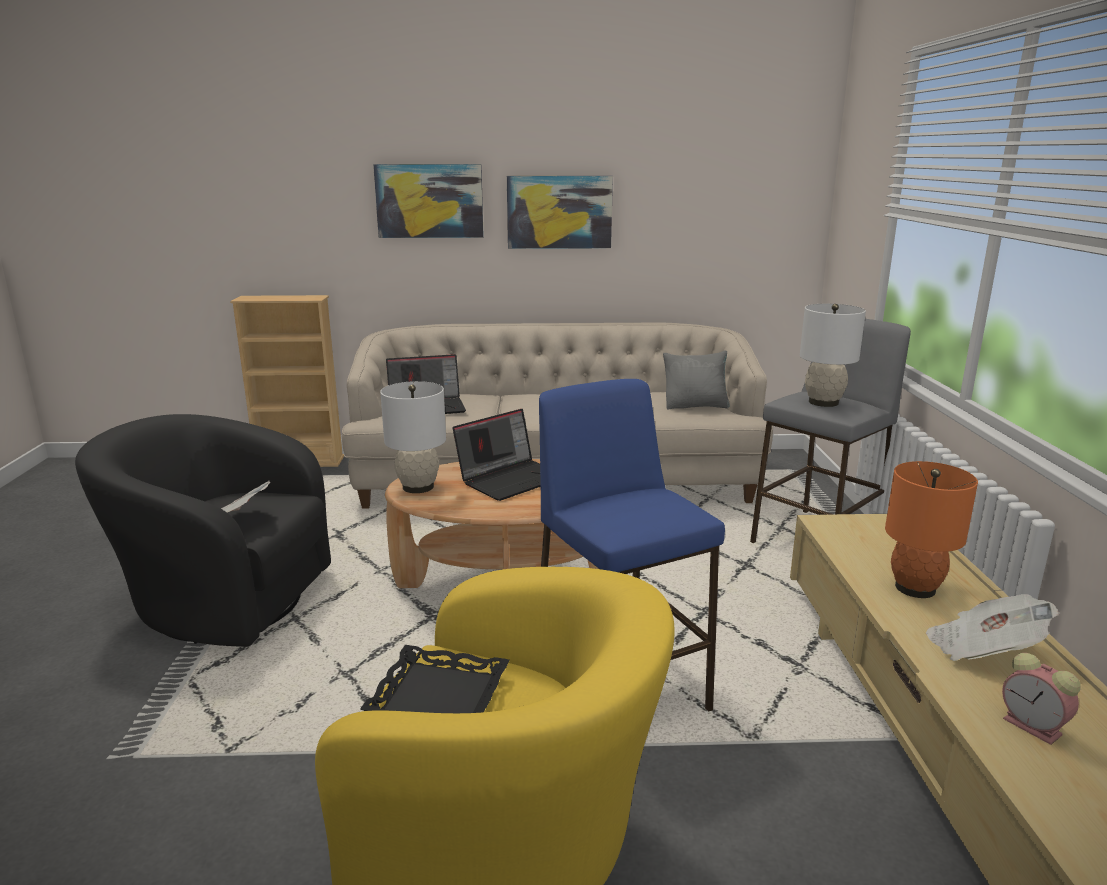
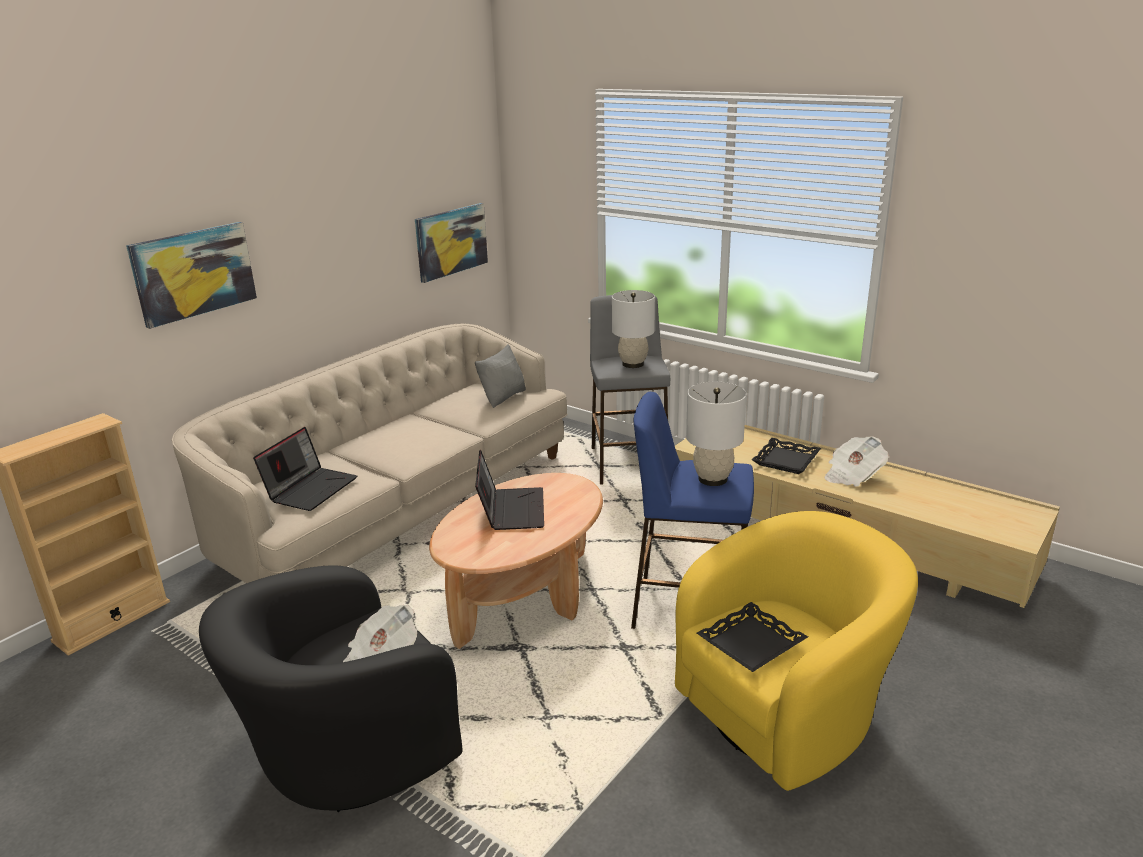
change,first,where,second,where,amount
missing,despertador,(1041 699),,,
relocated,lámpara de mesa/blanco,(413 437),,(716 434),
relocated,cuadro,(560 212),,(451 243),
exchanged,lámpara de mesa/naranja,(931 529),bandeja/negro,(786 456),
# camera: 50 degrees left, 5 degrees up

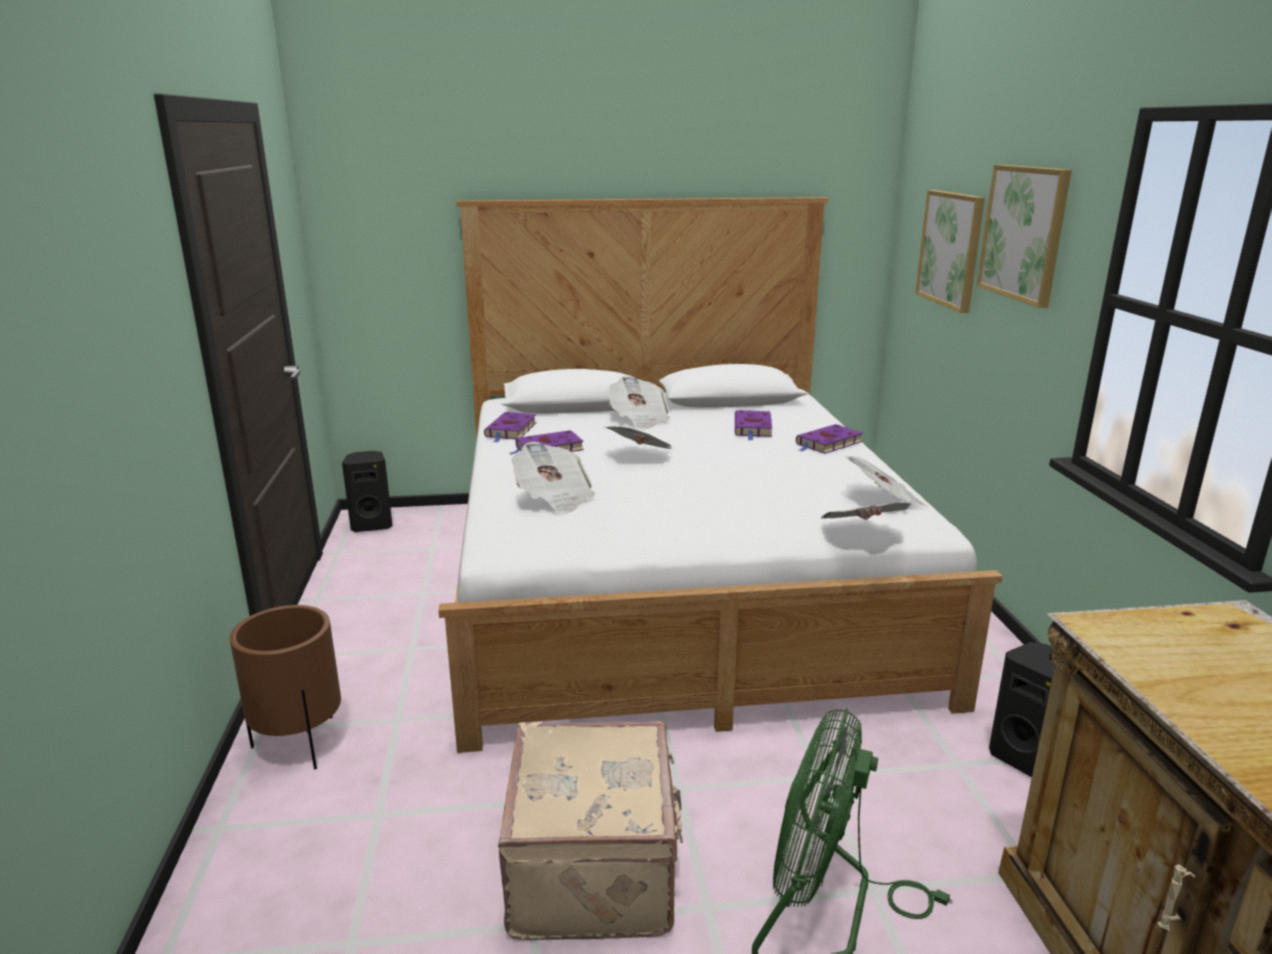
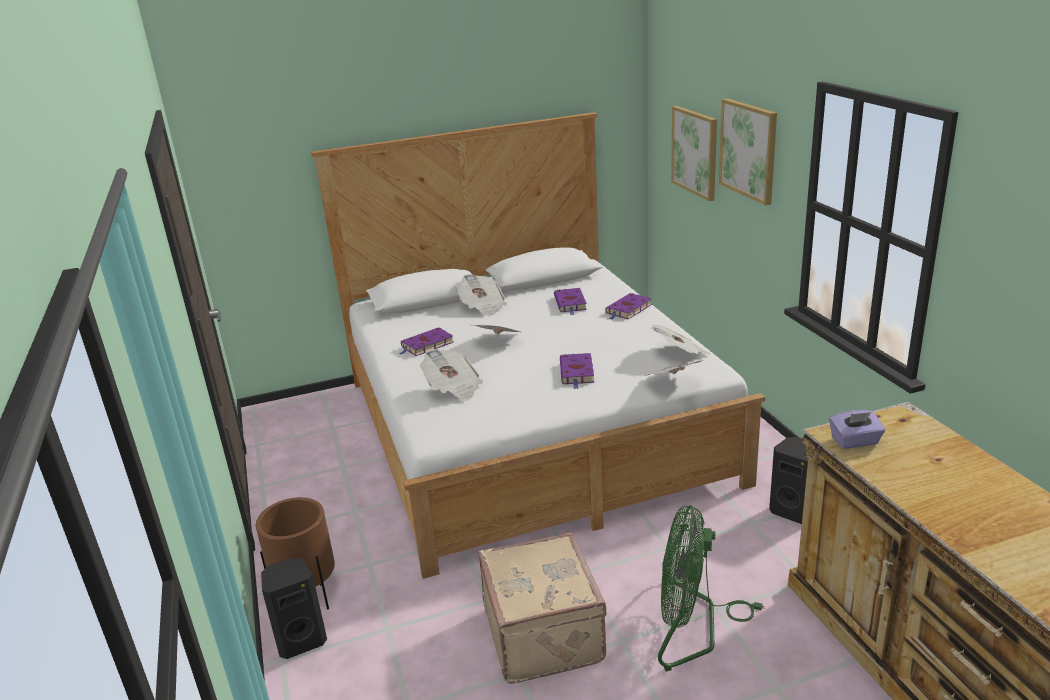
change,first,where,second,where,amount
appeared,,,caja de pañuelos/morado,(857 429),
relocated,altavoz/negro,(367 491),,(294 608),
relocated,libro/morado,(510 427),,(577 371),
# camera: 10 degrees left, 5 degrees up

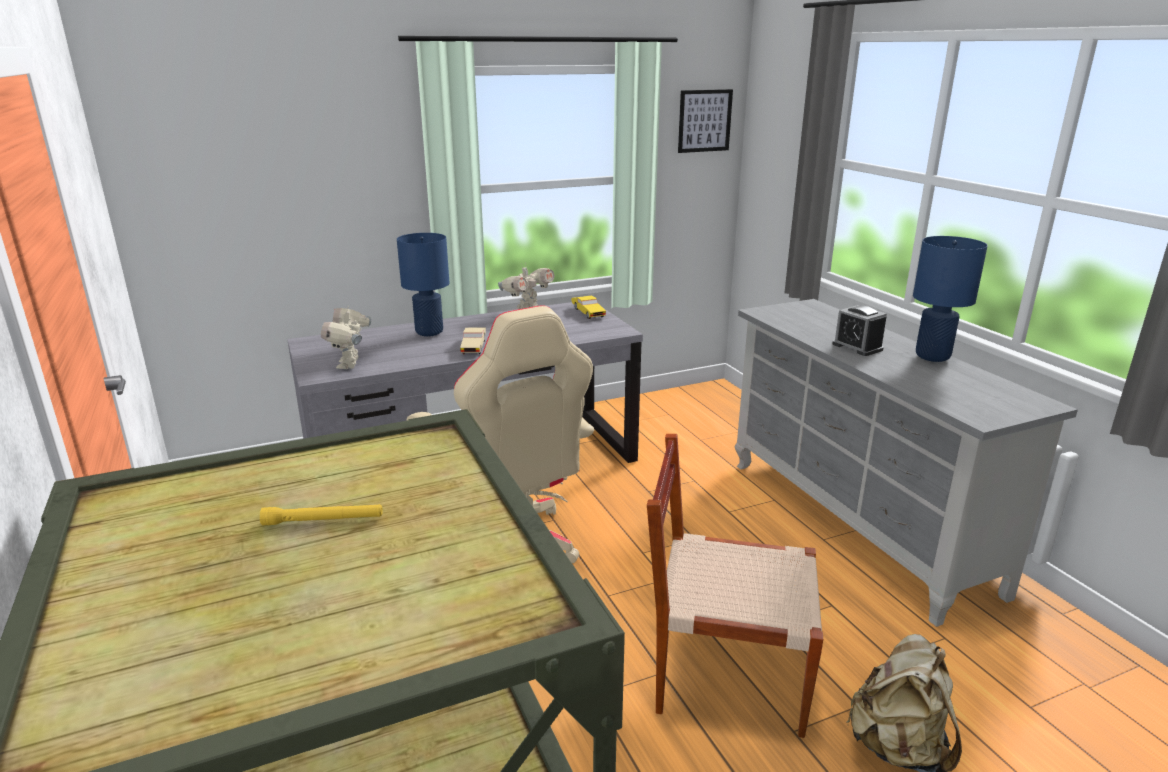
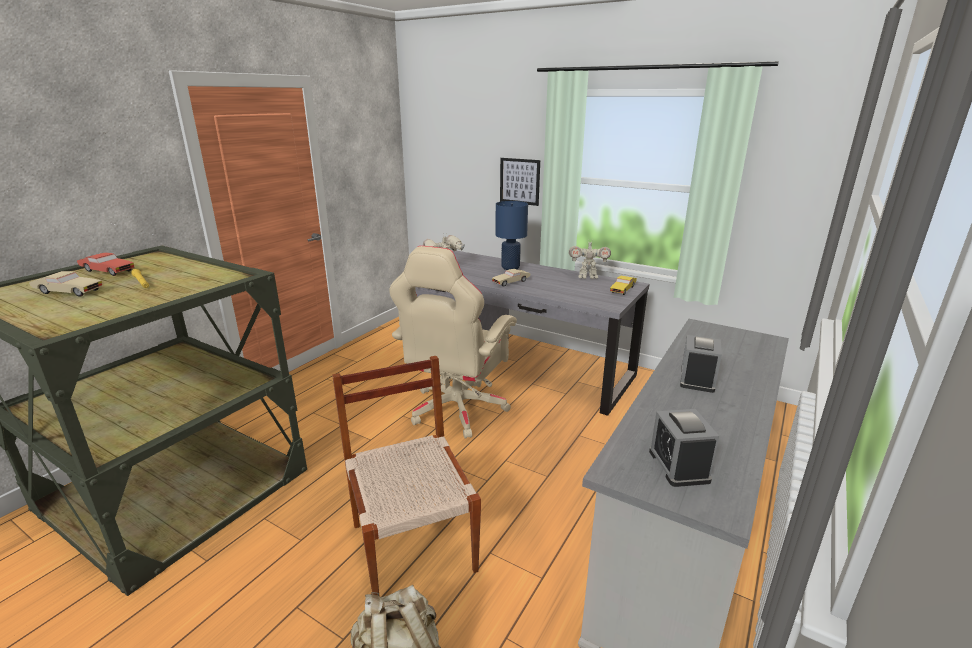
change,first,where,second,where,amount
missing,lámpara de mesa/azul,(950 299),,,
appeared,,,coche de juguete/beis,(66 284),
appeared,,,coche de juguete/rojo,(105 264),
appeared,,,despertador,(684 448),
relocated,cuadro,(705 121),,(520 182),
# camera: 55 degrees right, 0 degrees up

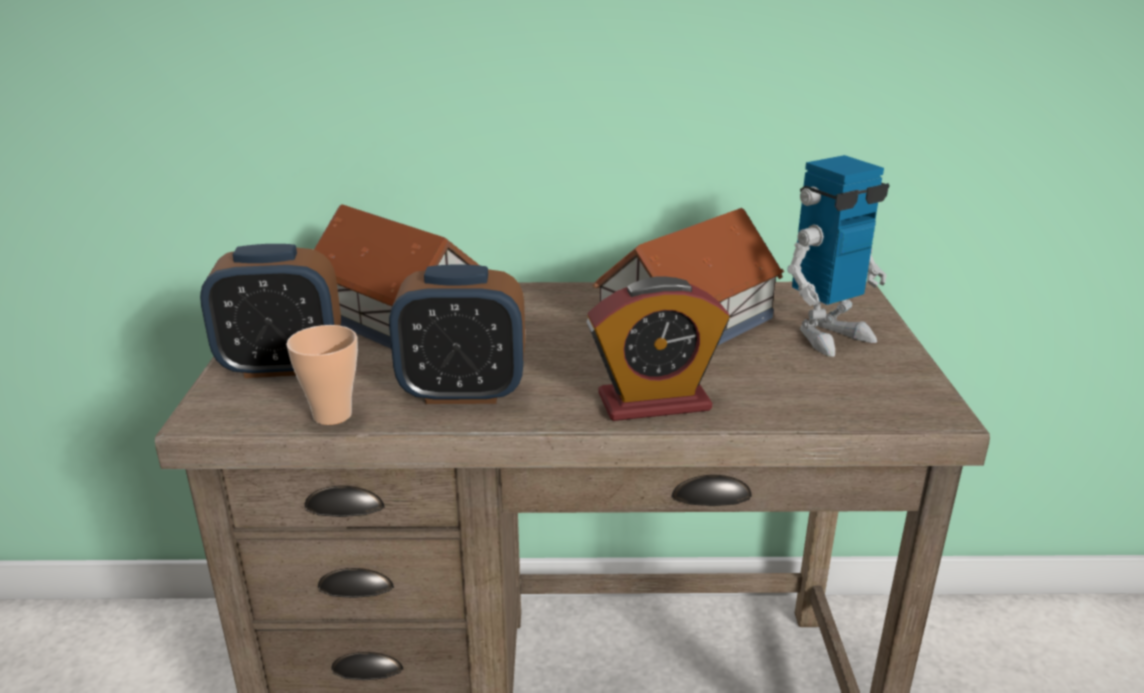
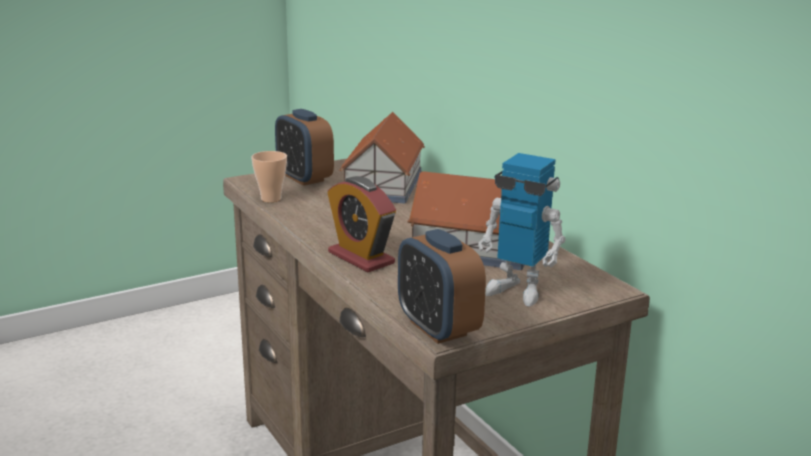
change,first,where,second,where,amount
relocated,despertador,(457 334),,(442 286),
# camera: 60 degrees right, 5 degrees down

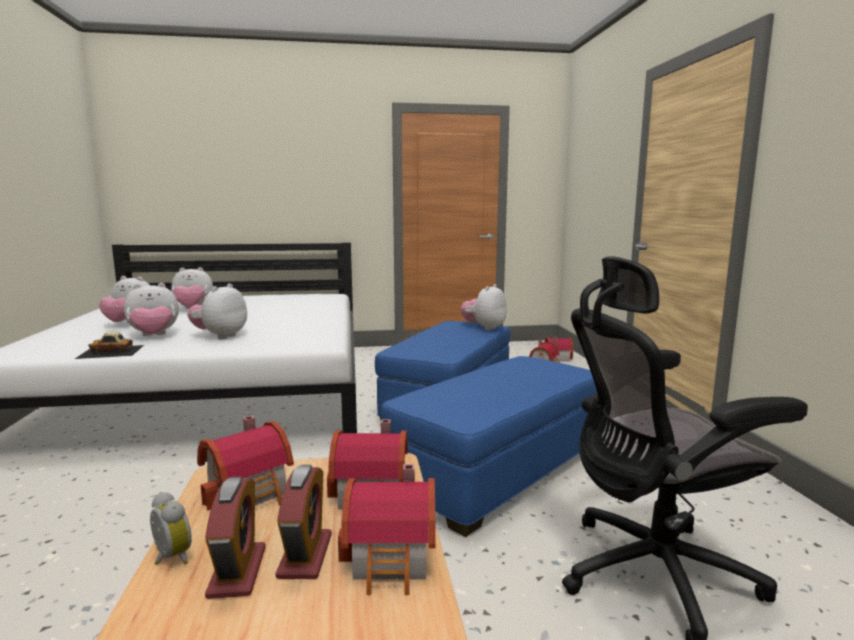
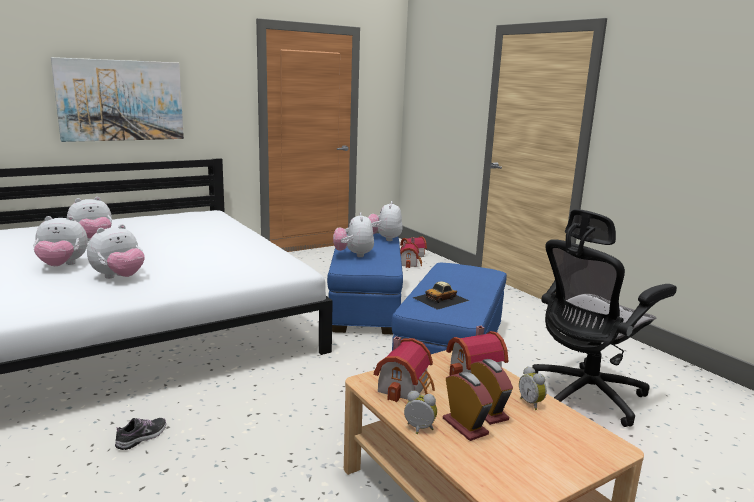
change,first,where,second,where,amount
appeared,,,cuadro,(117 99),
appeared,,,zapato,(140 434),
relocated,coche de juguete,(109 345),,(441 296),
relocated,peluche,(217 311),,(353 234),
exchanged,casita,(386 530),despertador,(533 388),
# camera: 25 degrees left, 5 degrees up

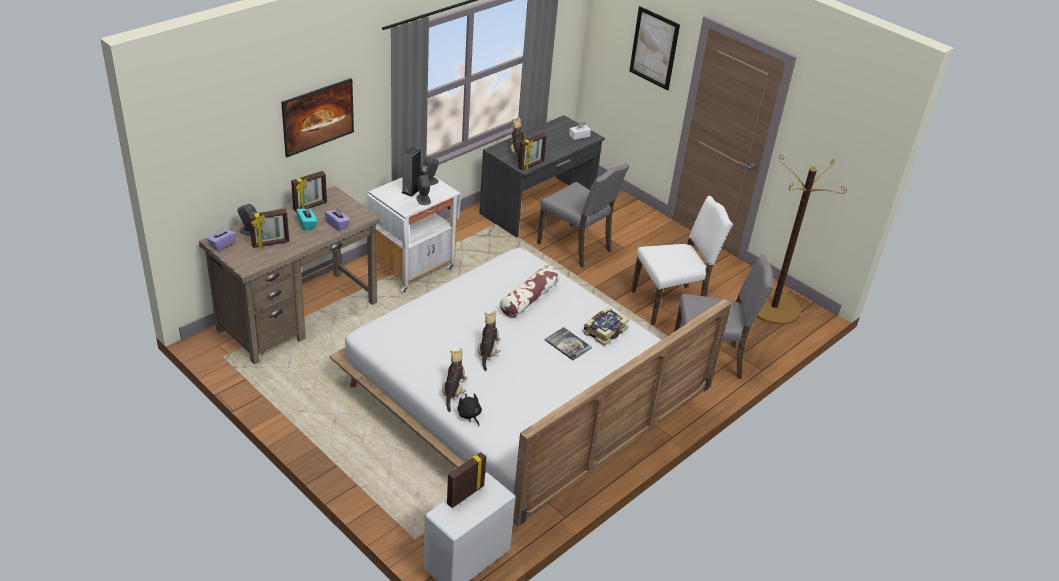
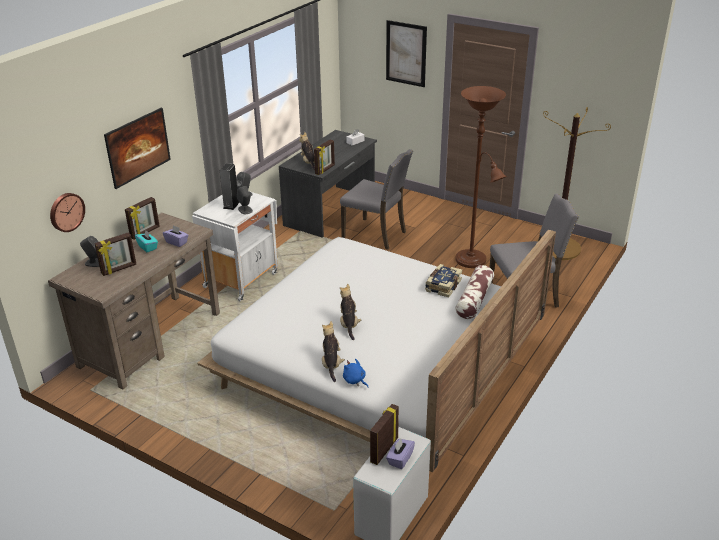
change,first,where,second,where,amount
missing,libro,(568 343),,,
appeared,,,reloj de pared,(67 212),
relocated,caja de pañuelos/morado,(221 238),,(400 453),
relocated,cojín,(530 291),,(474 292),
exchanged,silla/blanco,(682 260),lámpara de pie/marrón,(481 177),
colour,peluche/negro,(470 409),peluche/azul,(356 373),
# camera: 10 degrees left, 5 degrees down

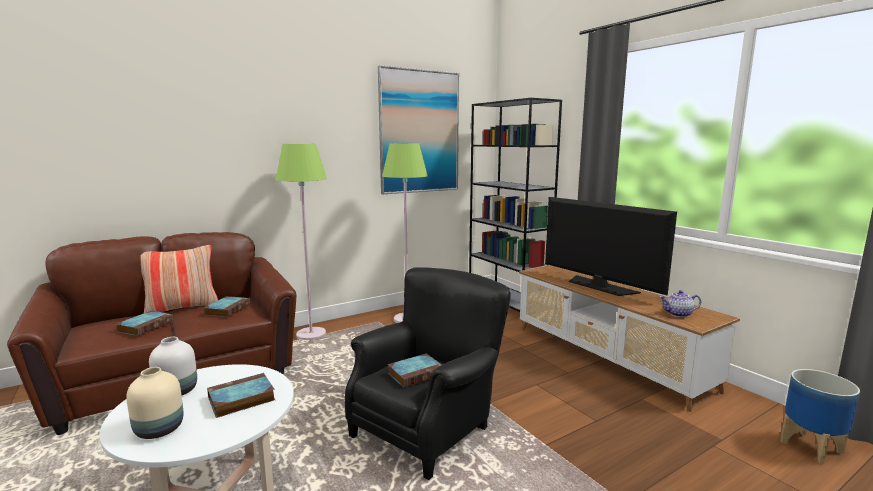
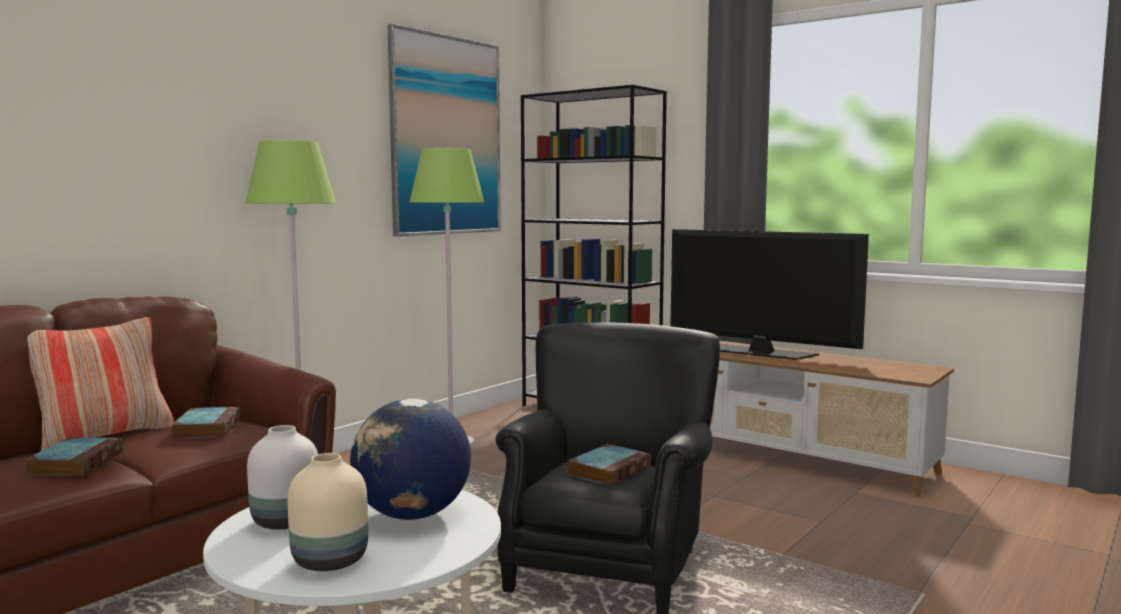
change,first,where,second,where,amount
missing,tetera,(680 303),,,
missing,maceta,(820 416),,,
exchanged,libro,(241 395),globo terráqueo,(410 459),
# camera: 20 degrees left, 5 degrees down

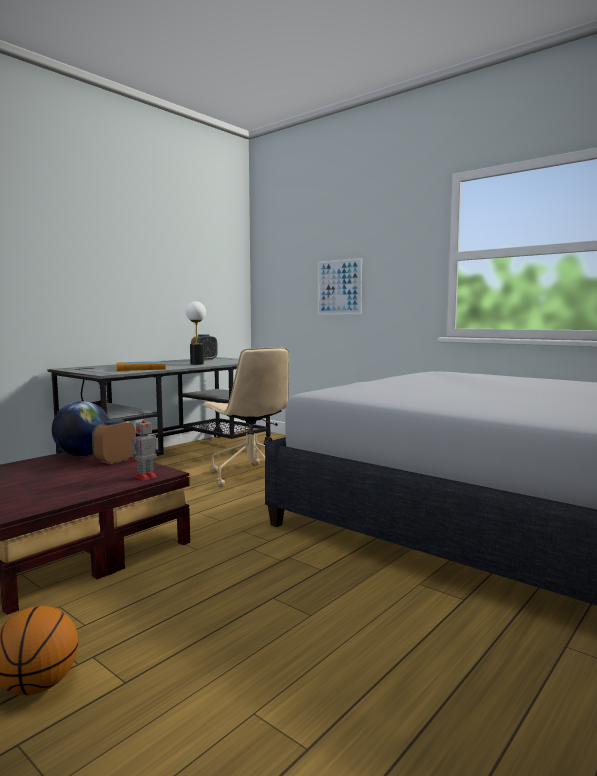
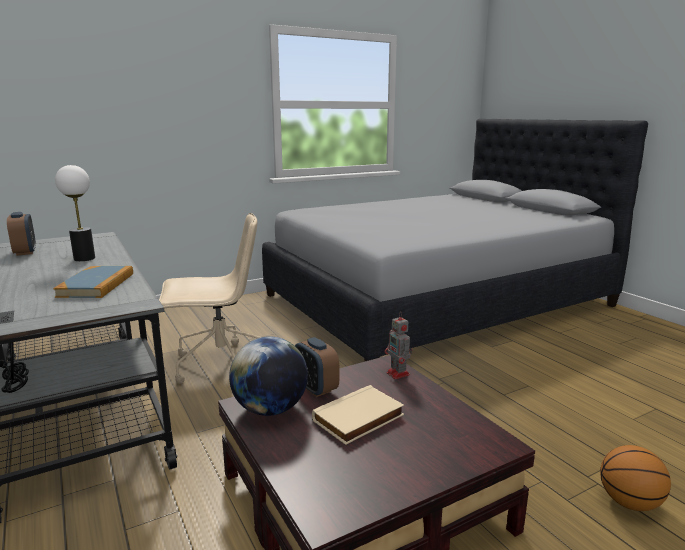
change,first,where,second,where,amount
missing,cuadro,(340 286),,,
appeared,,,libro/beis,(358 415),
# camera: 70 degrees left, 10 degrees up

